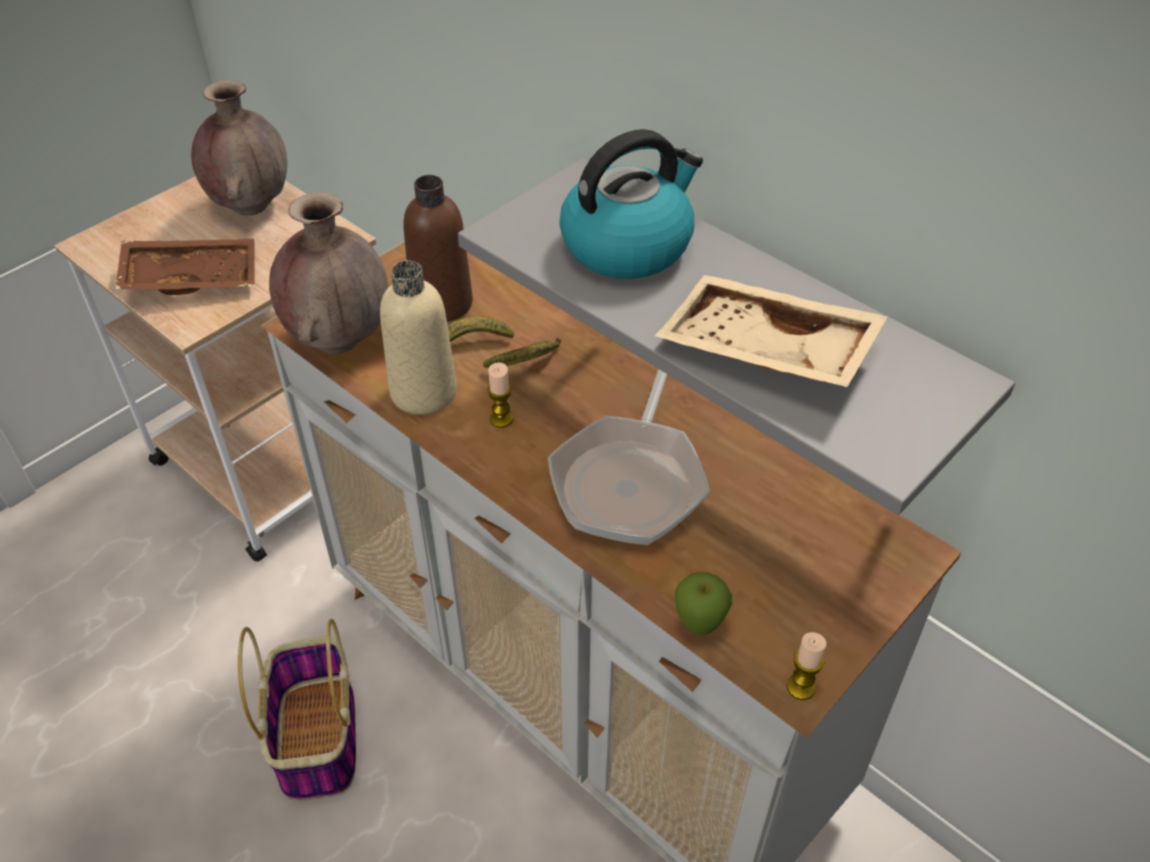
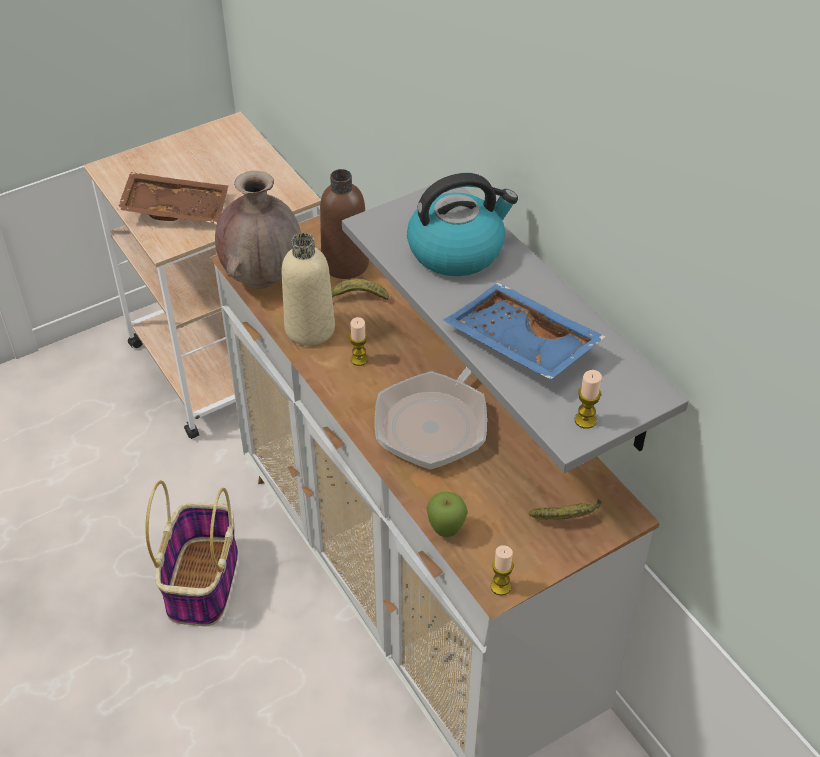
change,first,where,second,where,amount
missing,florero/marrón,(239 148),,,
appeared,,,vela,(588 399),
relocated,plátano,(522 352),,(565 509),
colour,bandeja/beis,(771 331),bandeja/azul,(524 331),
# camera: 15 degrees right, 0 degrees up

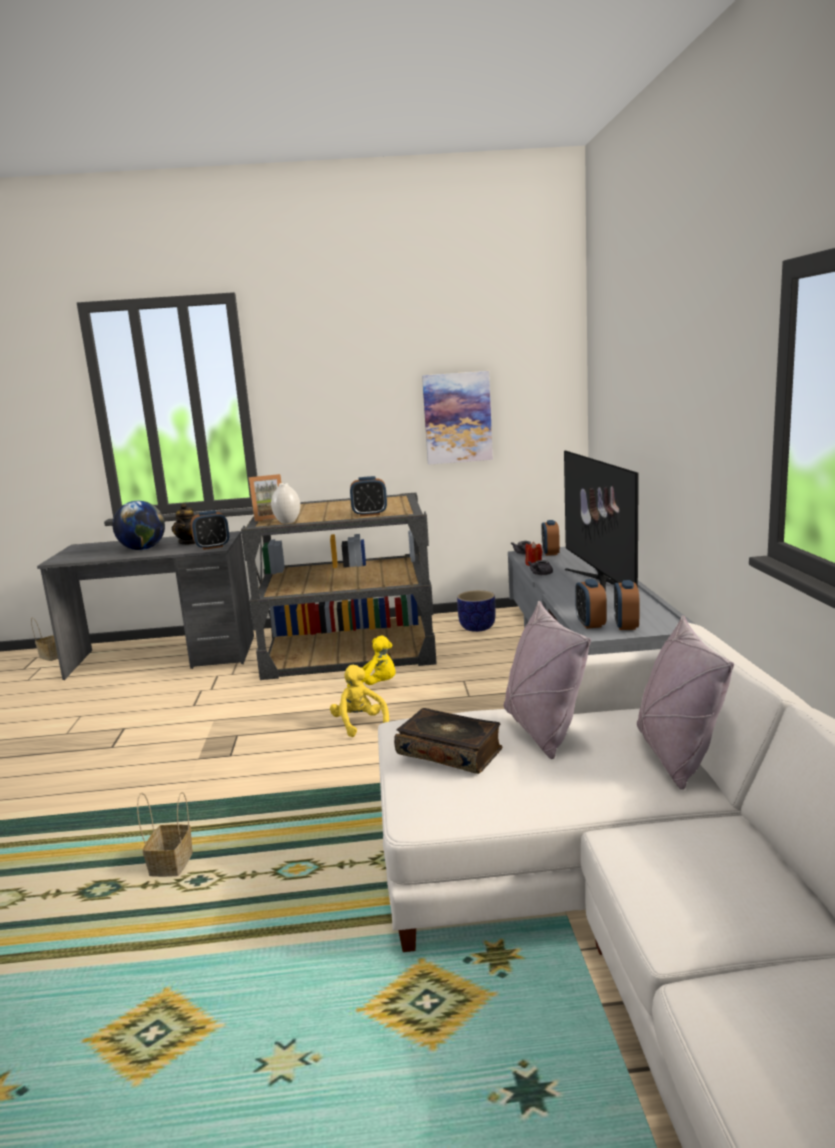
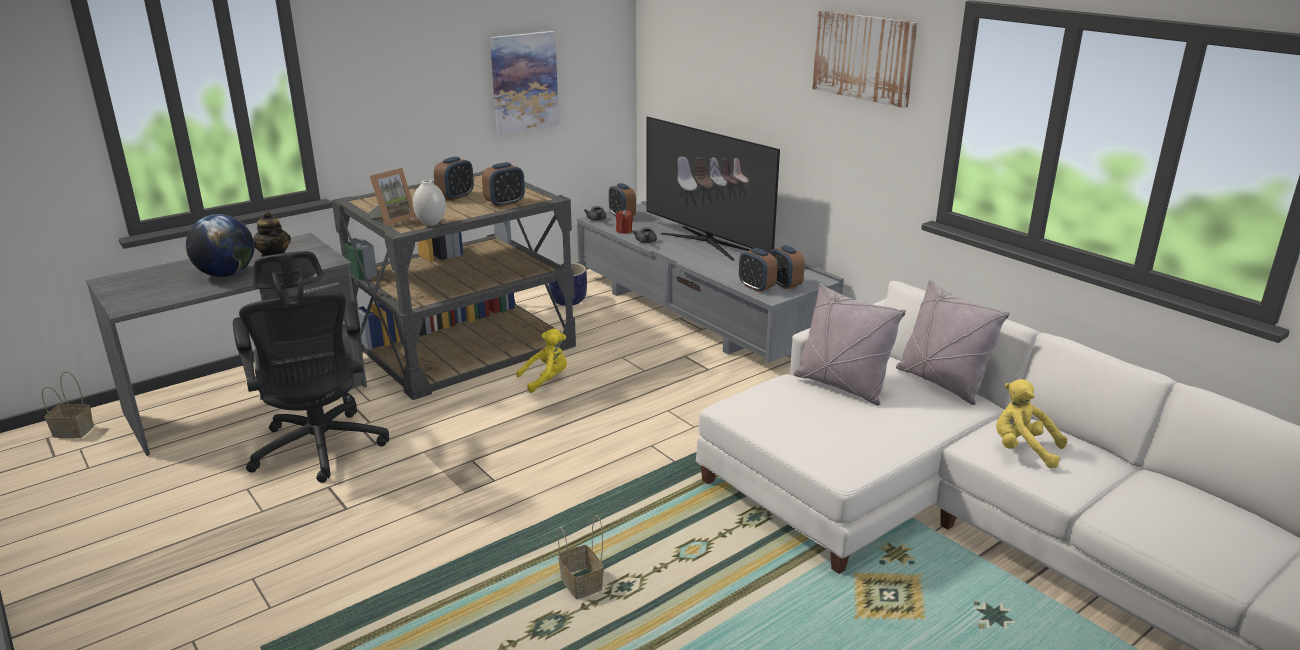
change,first,where,second,where,amount
missing,libro,(448 741),,,
appeared,,,silla de oficina,(311 367),
appeared,,,cuadro,(865 59),
relocated,despertador,(210 530),,(454 178),
relocated,peluche/amarillo,(359 701),,(1031 423),
# camera: 35 degrees left, 10 degrees up

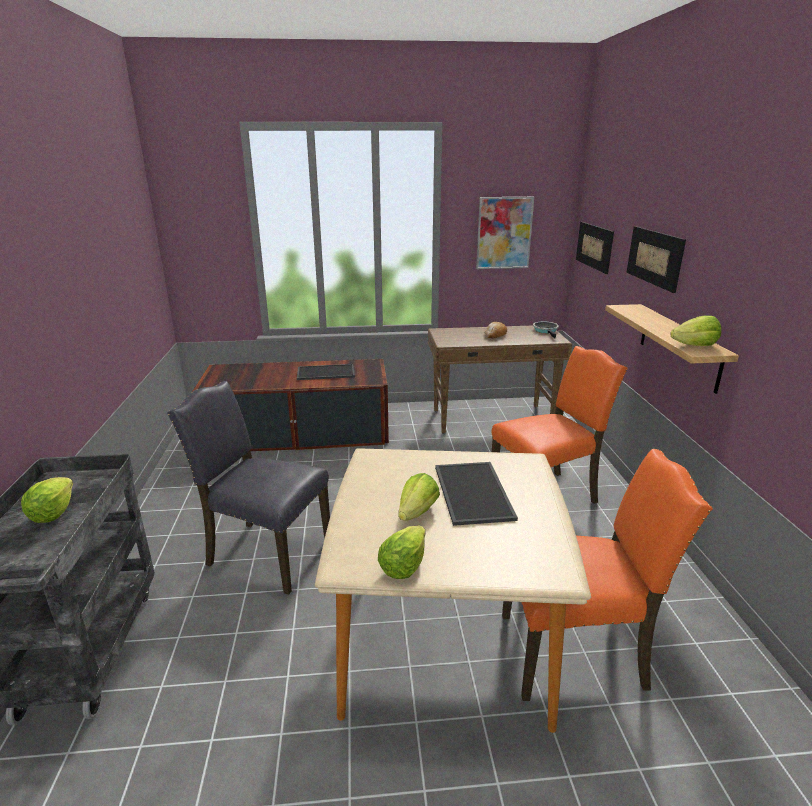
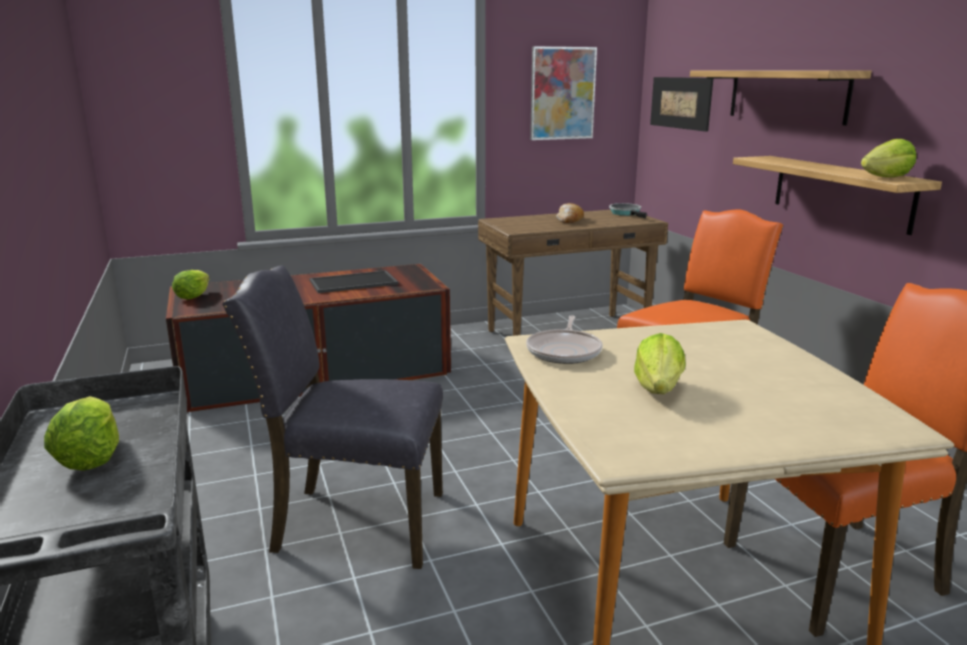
change,first,where,second,where,amount
missing,bandeja,(476 494),,,
appeared,,,sartén,(564 339),
relocated,lechuga,(402 552),,(191 285),
exchanged,cuadro,(656 259),estante,(781 97),
# camera: 15 degrees left, 5 degrees down

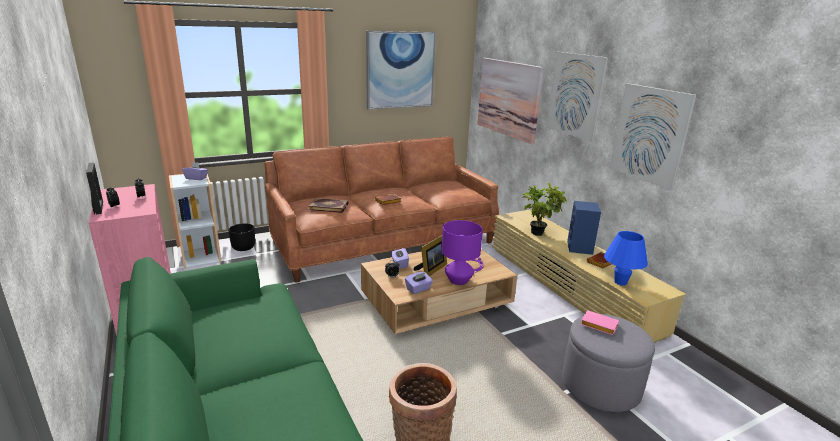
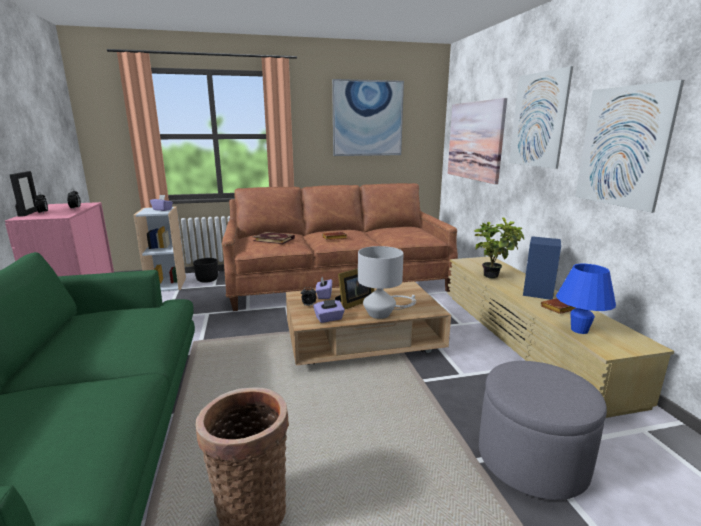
change,first,where,second,where,amount
missing,libro/rosa,(600 322),,,
colour,lámpara de mesa/morado,(462 252),lámpara de mesa/gris,(387 282),
# camera: 15 degrees right, 5 degrees down

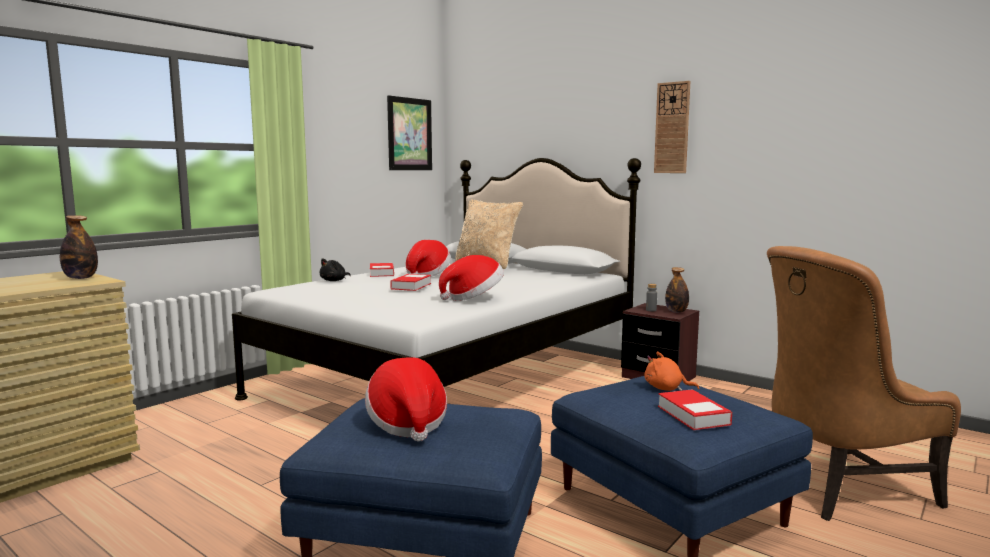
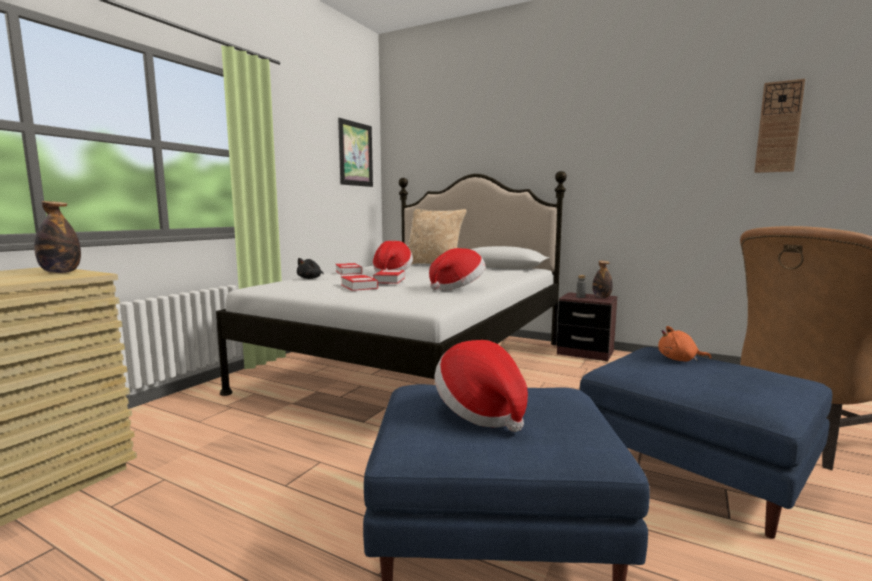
change,first,where,second,where,amount
relocated,reloj de pared,(672 127),,(779 126),
relocated,libro,(695 409),,(359 283),
# camera: 10 degrees left, 0 degrees up

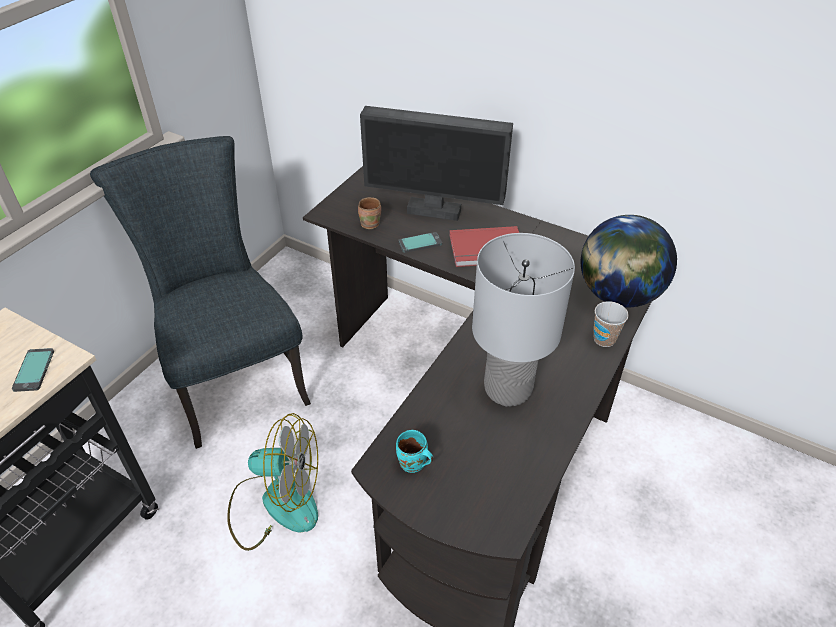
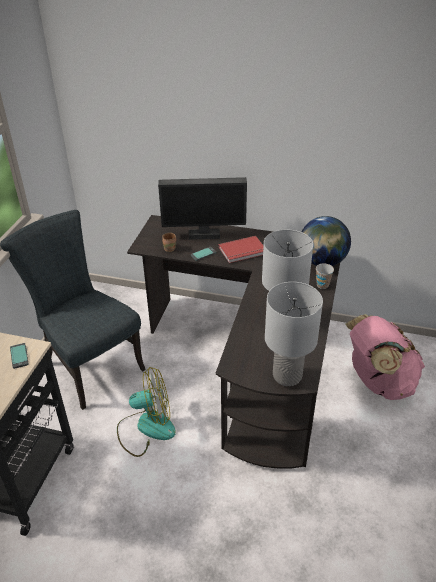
change,first,where,second,where,amount
missing,taza grande/turquesa,(415 451),,,
appeared,,,lámpara de mesa/gris,(294 334),
appeared,,,mochila/rosa,(385 357),
# camera: 15 degrees left, 5 degrees down

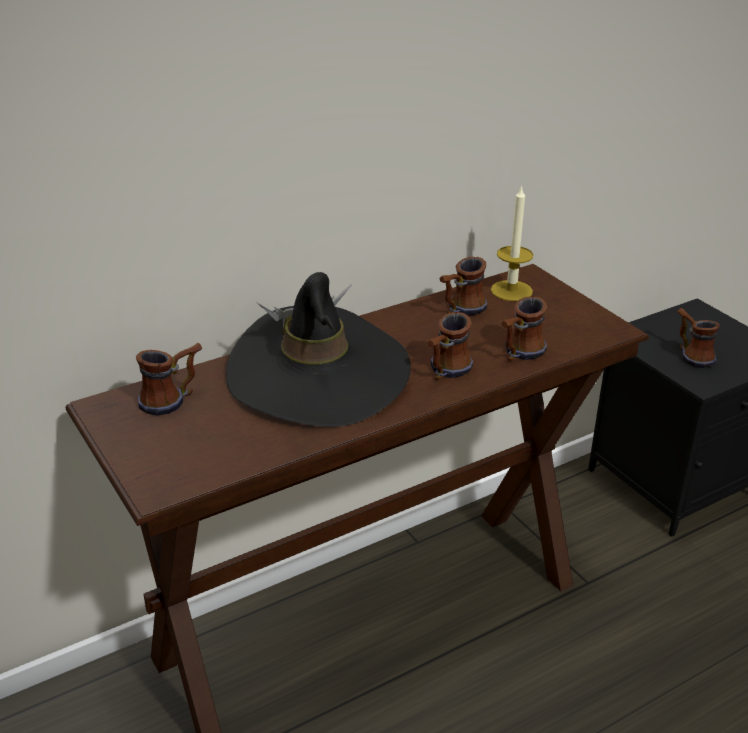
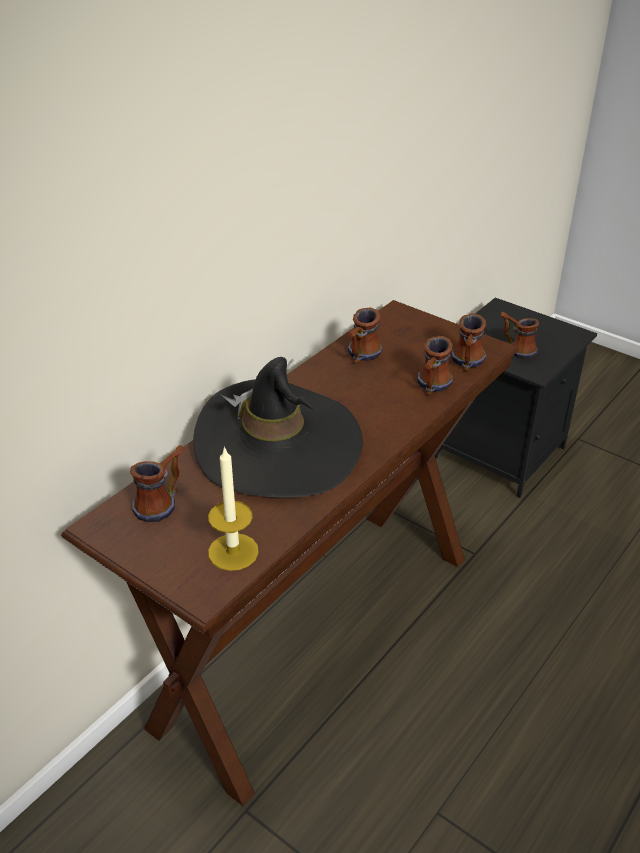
change,first,where,second,where,amount
relocated,taza grande,(450 346),,(468 342),
relocated,vela,(512 243),,(233 508),
# camera: 20 degrees left, 5 degrees up

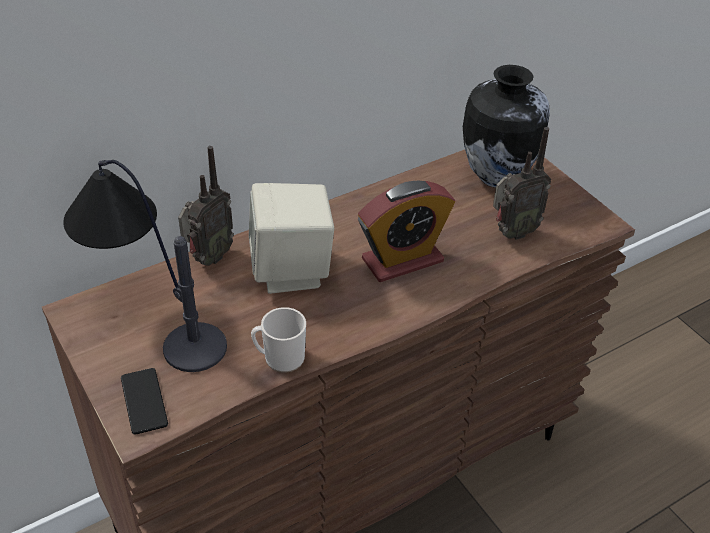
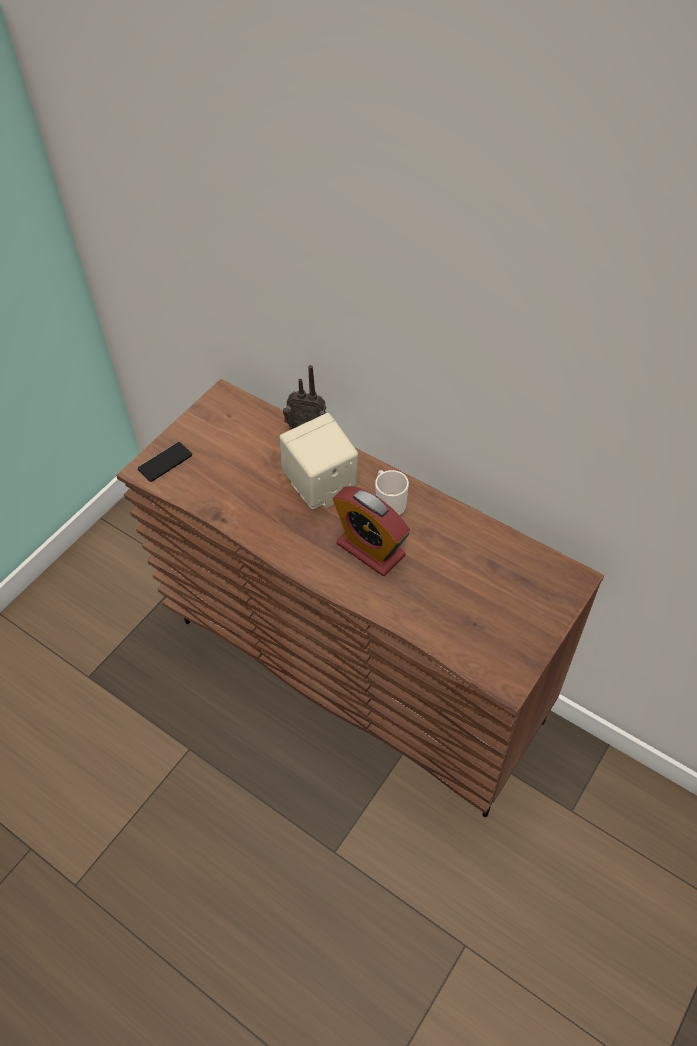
change,first,where,second,where,amount
missing,lámpara de mesa,(145 266),,,
missing,florero,(506 126),,,
missing,radio,(522 183),,,
relocated,taza grande,(278 340),,(392 493),
# camera: 70 degrees right, 10 degrees up

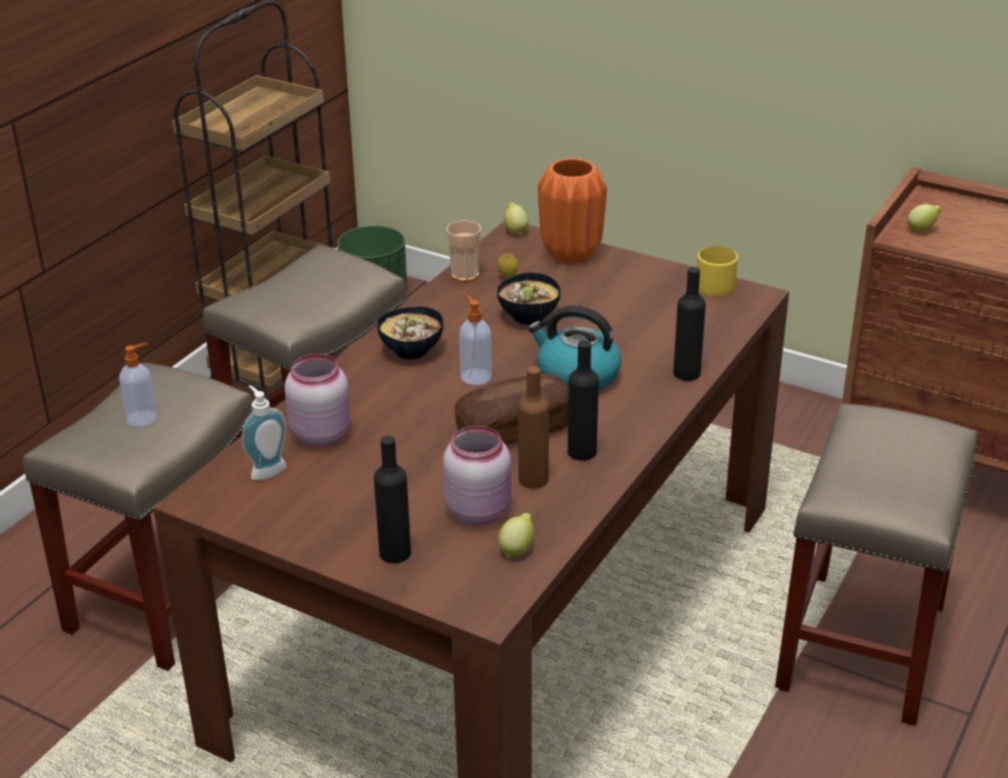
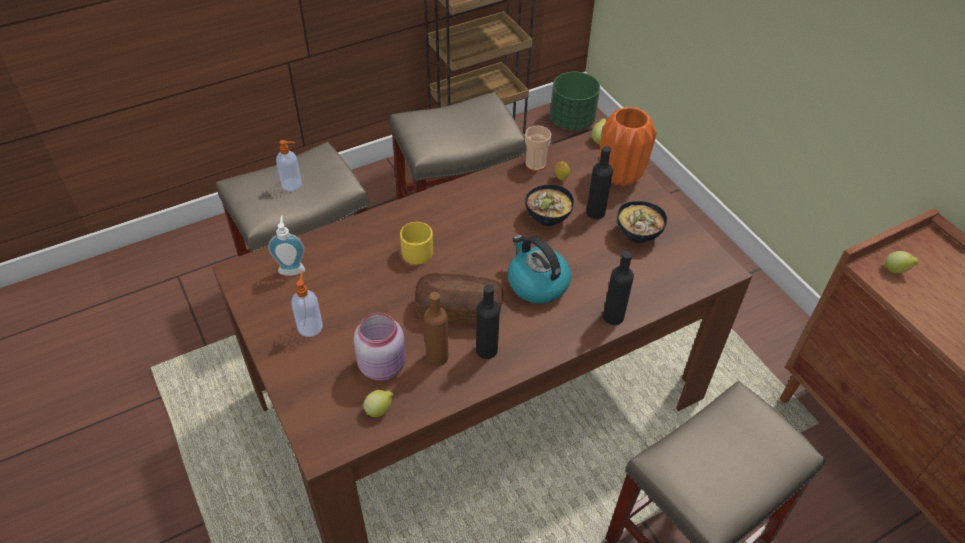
change,first,where,second,where,amount
missing,tarro/rosa,(318 400),,,
relocated,botella/negro,(392 499),,(599 182),
relocated,cuenco,(410 333),,(642 222),
relocated,dispensador de jabón,(475 339),,(307 304),
relocated,taza grande/amarillo,(717 271),,(416 243),
# camera: 30 degrees right, 15 degrees up

